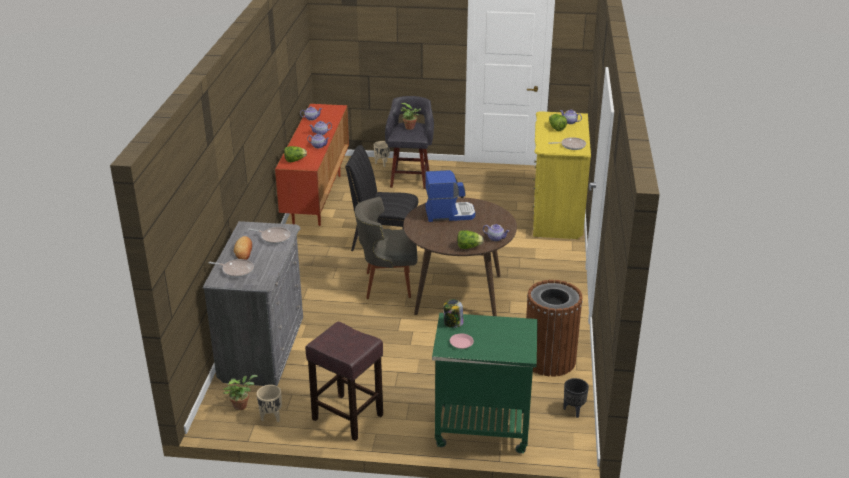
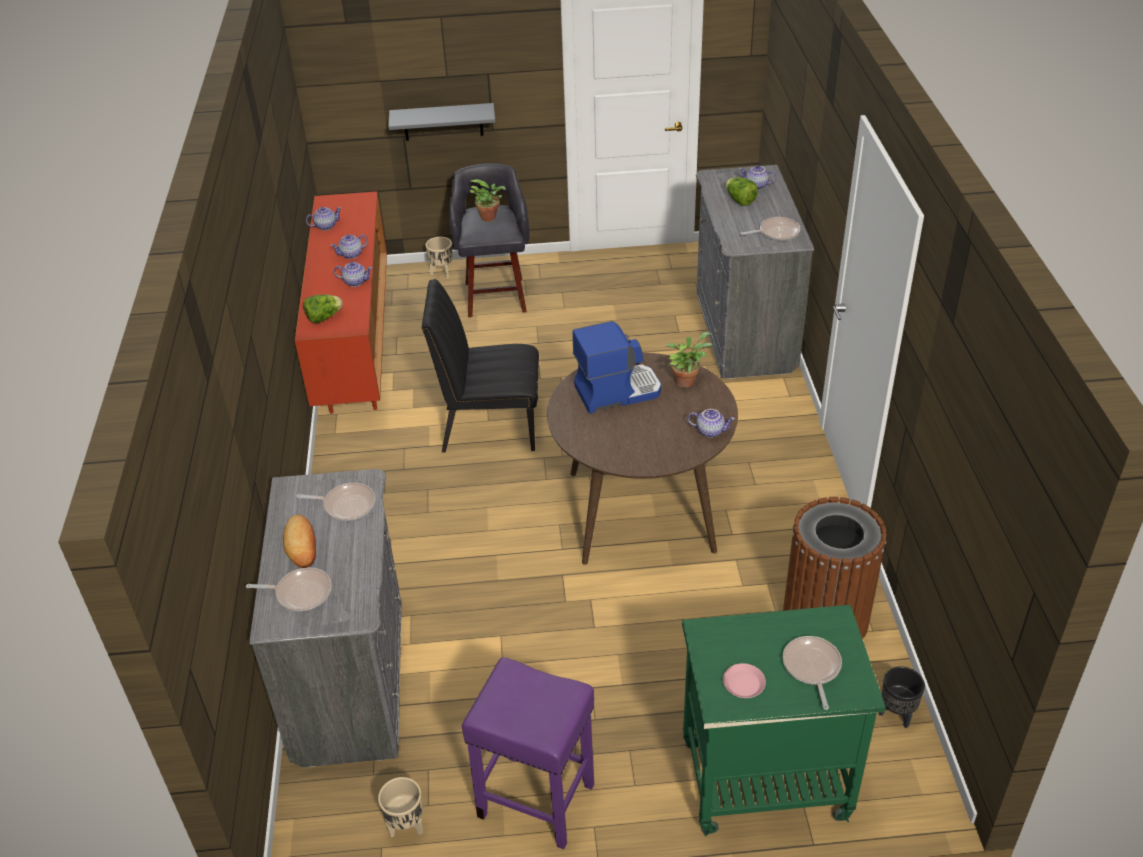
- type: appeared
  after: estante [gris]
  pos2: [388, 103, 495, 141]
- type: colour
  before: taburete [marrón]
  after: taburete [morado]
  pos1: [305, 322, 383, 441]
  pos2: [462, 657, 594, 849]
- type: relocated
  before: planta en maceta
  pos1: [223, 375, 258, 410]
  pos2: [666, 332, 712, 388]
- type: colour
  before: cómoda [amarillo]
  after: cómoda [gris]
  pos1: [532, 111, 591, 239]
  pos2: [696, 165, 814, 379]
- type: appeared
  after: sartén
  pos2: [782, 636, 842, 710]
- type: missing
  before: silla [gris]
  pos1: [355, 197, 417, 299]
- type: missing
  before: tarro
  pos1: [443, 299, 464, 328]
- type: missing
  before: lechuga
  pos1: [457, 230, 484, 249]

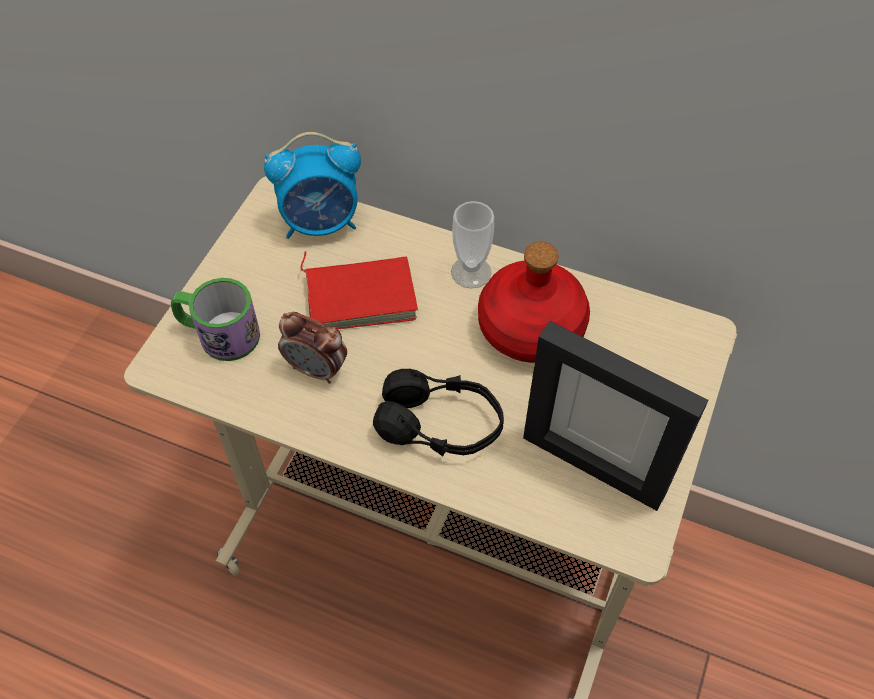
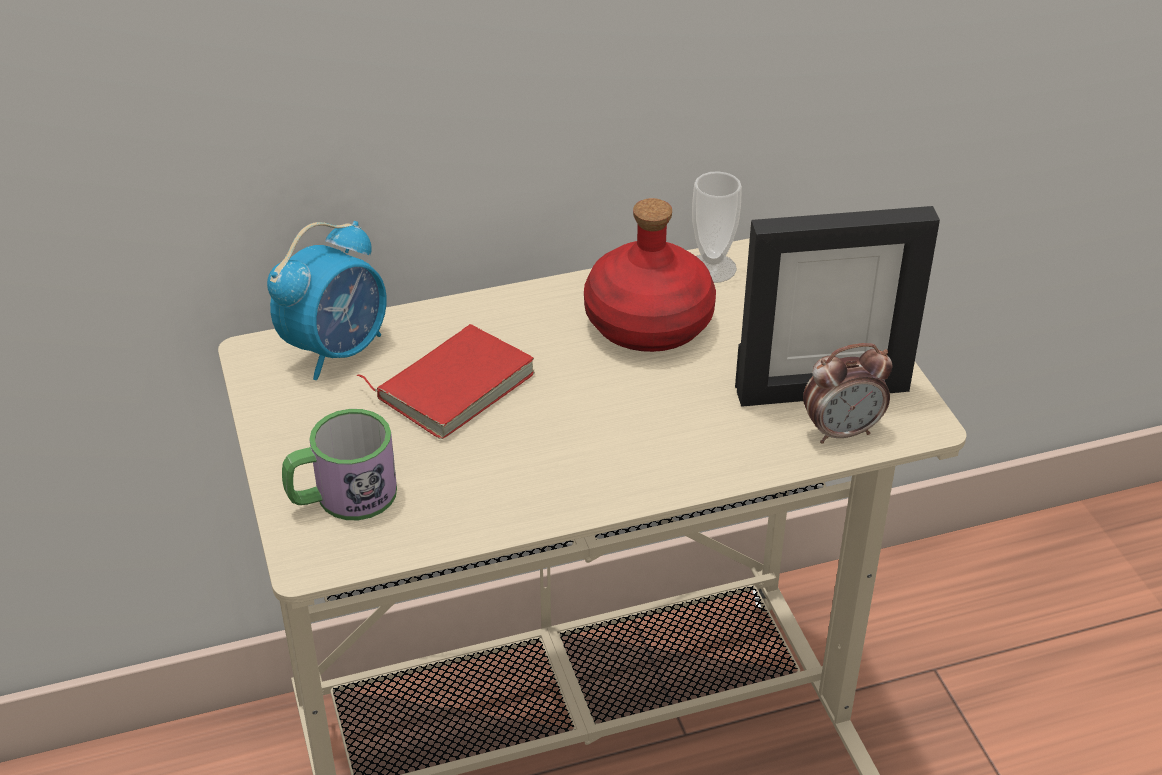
- type: relocated
  before: taza
  pos1: [451, 201, 494, 289]
  pos2: [692, 171, 742, 283]
- type: relocated
  before: despertador
  pos1: [278, 312, 347, 384]
  pos2: [803, 343, 893, 444]
- type: missing
  before: auriculares [negro]
  pos1: [373, 369, 504, 457]

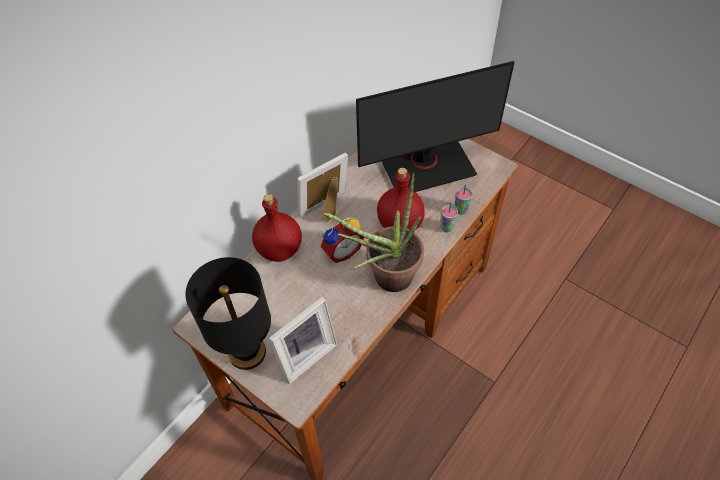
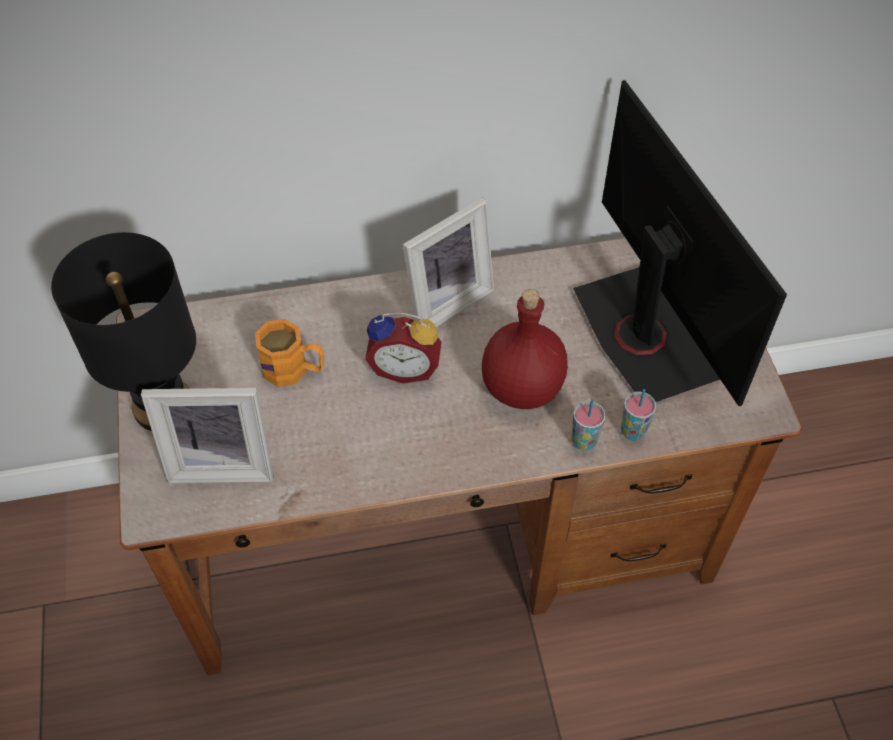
- type: appeared
  after: taza grande [naranja]
  pos2: [255, 319, 324, 387]
- type: spun
  before: portarretratos
  pos1: [297, 152, 348, 223]
  pos2: [403, 198, 494, 327]
  turn: 135
- type: spun
  before: monitor
  pos1: [356, 61, 514, 192]
  pos2: [573, 80, 787, 406]
  turn: -135
- type: missing
  before: botella [rojo]
  pos1: [252, 194, 302, 262]
- type: missing
  before: planta en maceta
  pos1: [323, 173, 424, 292]

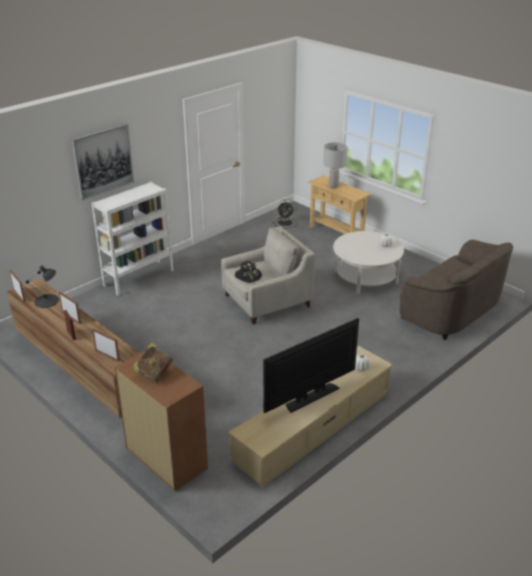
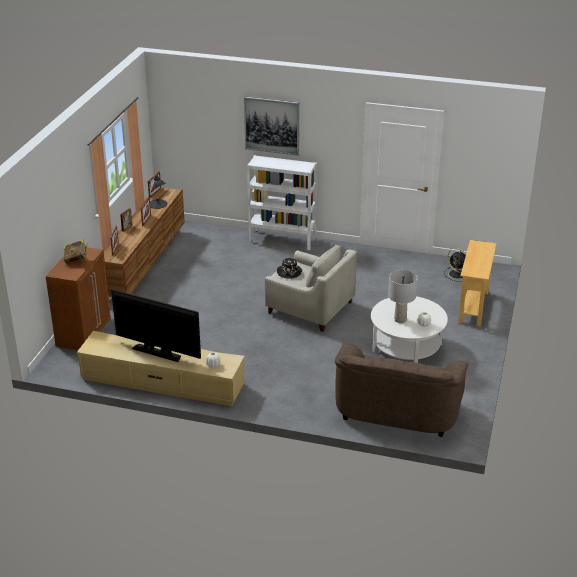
- type: relocated
  before: lámpara de mesa [gris]
  pos1: [323, 142, 348, 188]
  pos2: [388, 270, 418, 323]

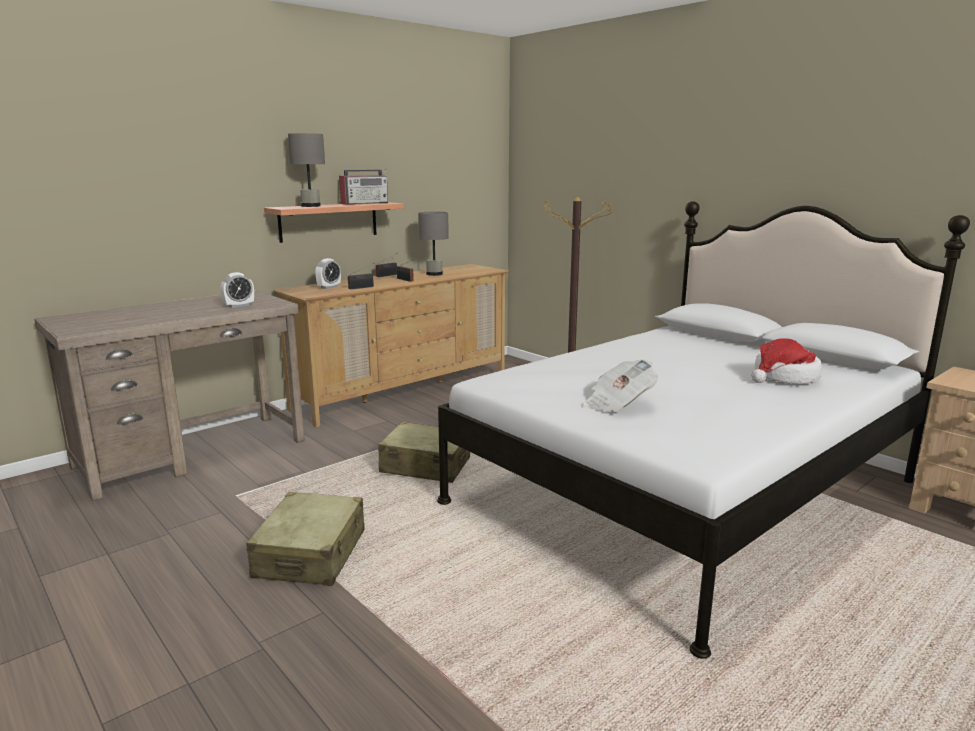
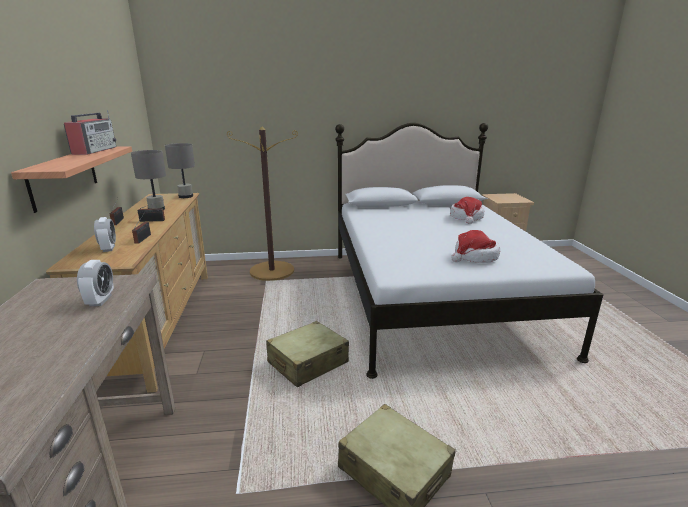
- type: relocated
  before: lámpara de mesa [gris]
  pos1: [288, 133, 325, 207]
  pos2: [165, 143, 195, 198]
- type: exchanged
  before: periódico
  after: sombrero
  pos1: [583, 360, 658, 412]
  pos2: [451, 230, 500, 263]

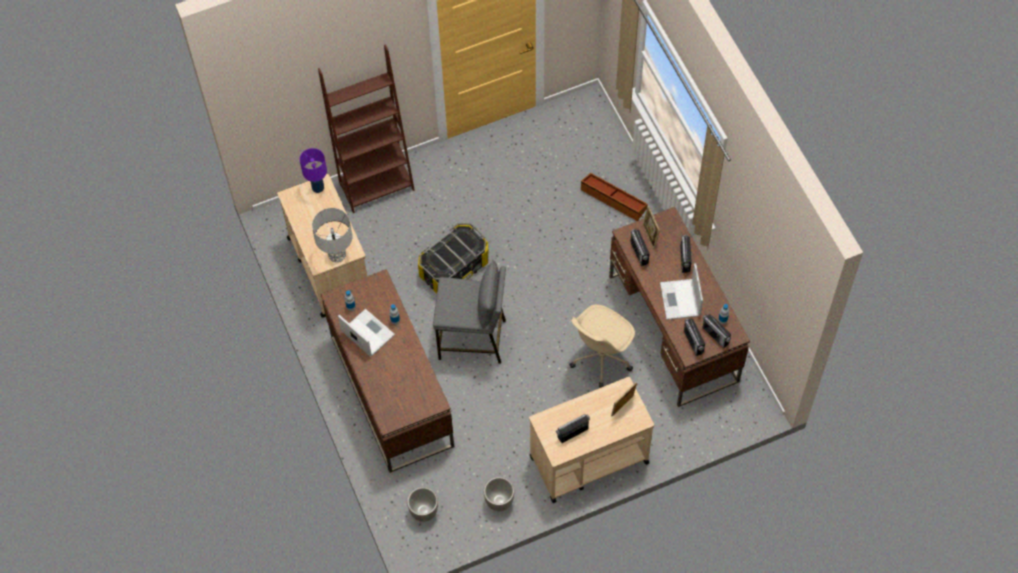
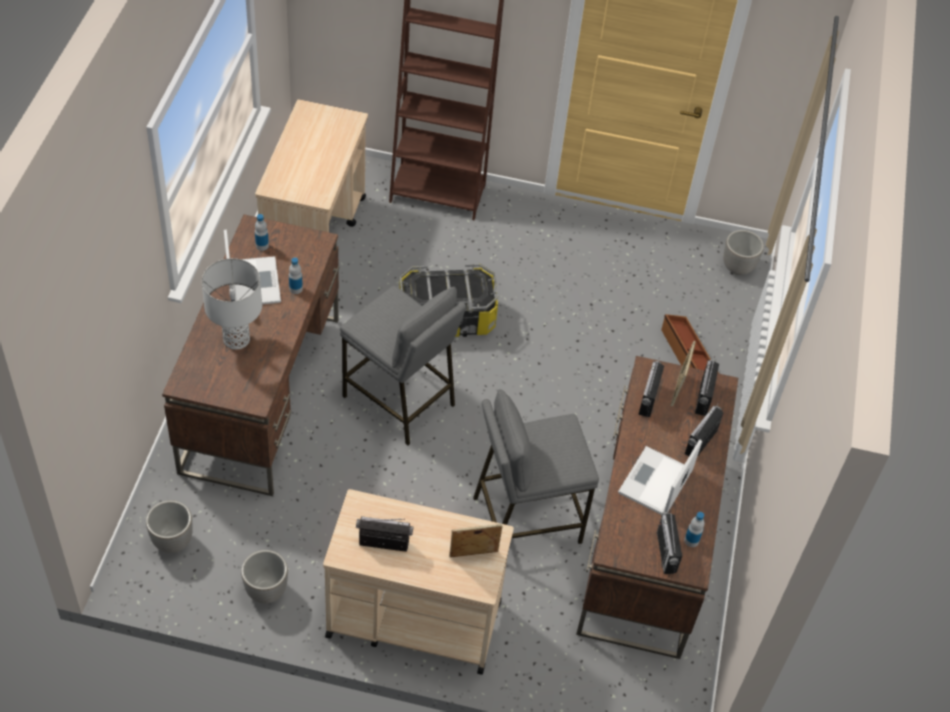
- type: relocated
  before: lámpara de mesa [blanco]
  pos1: [312, 208, 352, 262]
  pos2: [202, 258, 262, 350]
- type: exchanged
  before: silla de oficina [beis]
  after: taburete [gris]
  pos1: [570, 304, 635, 388]
  pos2: [473, 389, 599, 544]
- type: relocated
  before: radio
  pos1: [684, 318, 705, 356]
  pos2: [695, 356, 719, 416]
- type: appeared
  after: maceta
  pos2: [723, 230, 764, 275]
- type: missing
  before: lámpara de mesa [morado]
  pos1: [300, 148, 327, 193]

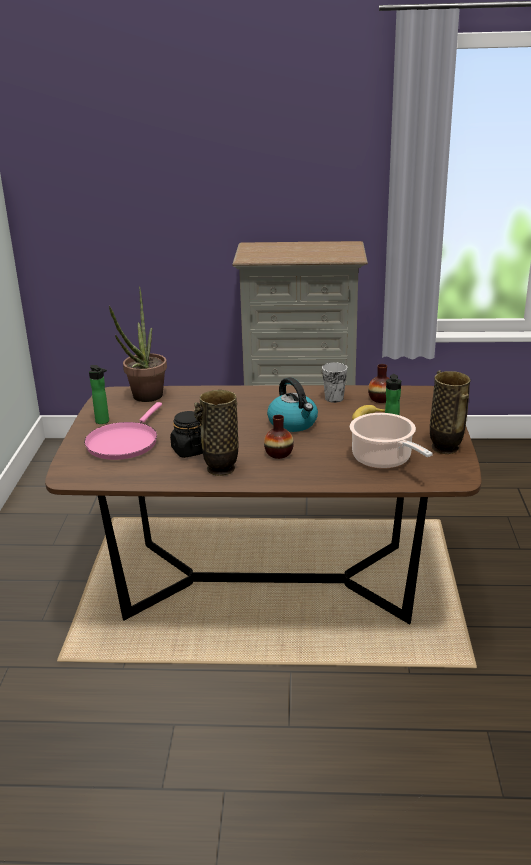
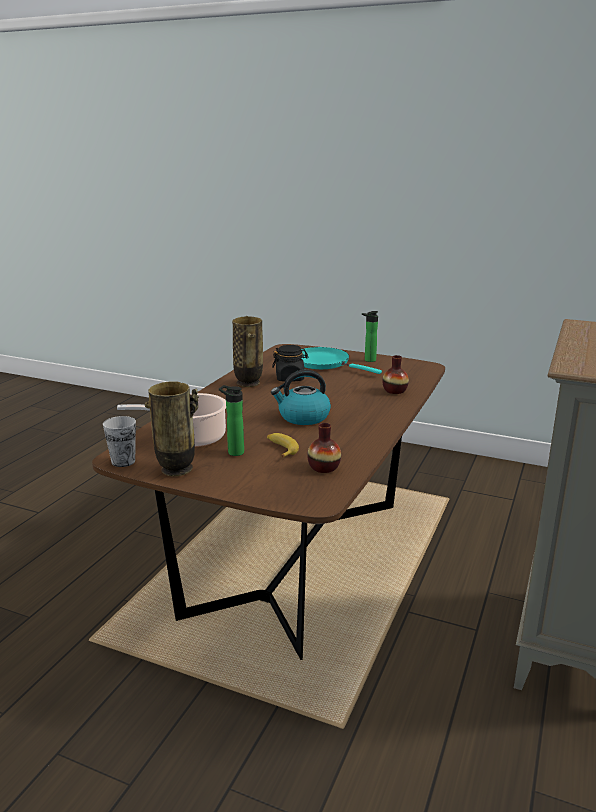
- type: relocated
  before: taza
  pos1: [322, 363, 347, 403]
  pos2: [103, 416, 136, 467]
- type: colour
  before: sartén [rosa]
  after: sartén [turquesa]
  pos1: [84, 402, 162, 460]
  pos2: [301, 347, 382, 374]
- type: relocated
  before: florero
  pos1: [264, 415, 294, 459]
  pos2: [382, 355, 409, 394]
- type: missing
  before: planta en maceta
  pos1: [109, 286, 167, 402]

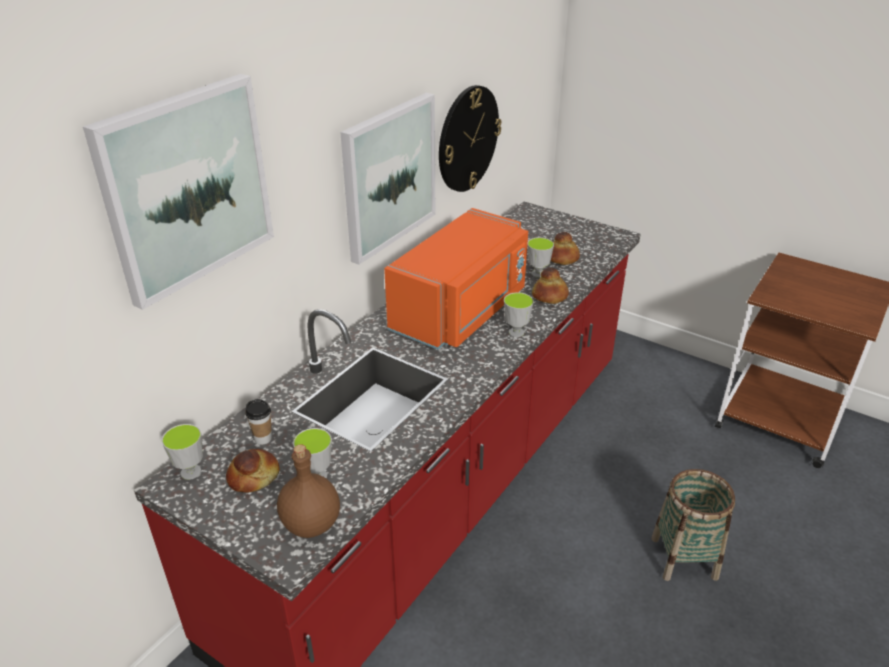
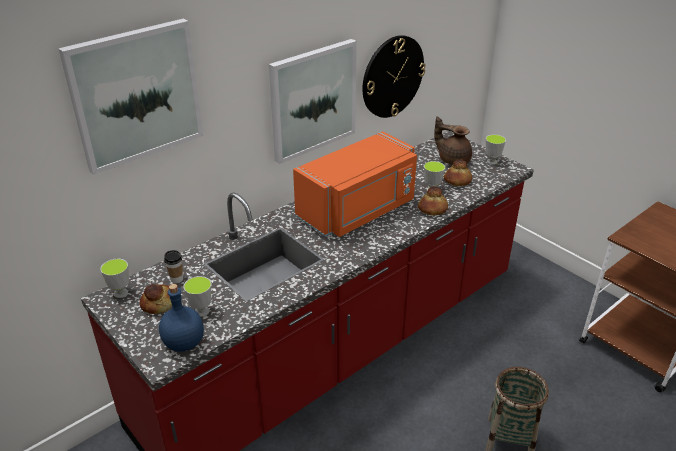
- type: colour
  before: botella [marrón]
  after: botella [azul]
  pos1: [277, 444, 340, 538]
  pos2: [159, 284, 204, 352]
- type: appeared
  after: tetera [marrón]
  pos2: [434, 116, 472, 165]
- type: relocated
  before: taza
  pos1: [504, 292, 534, 337]
  pos2: [486, 134, 506, 165]

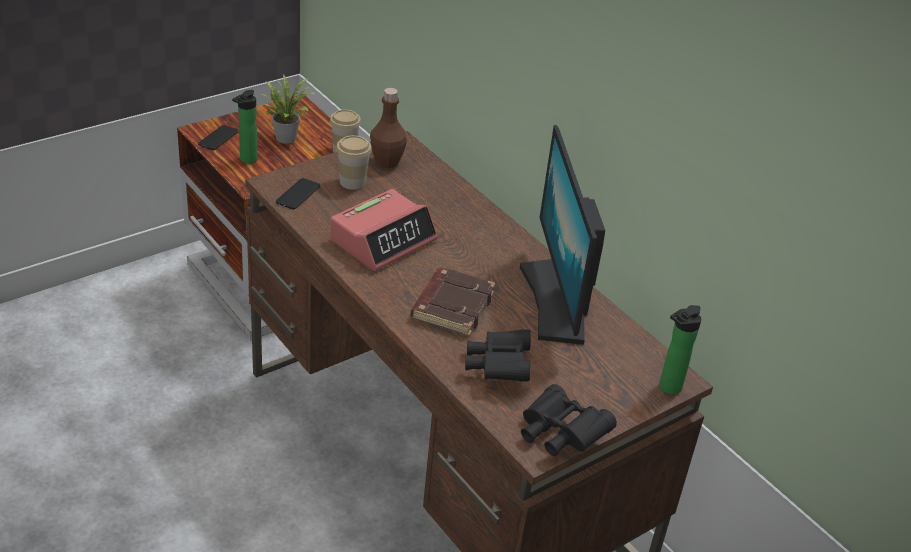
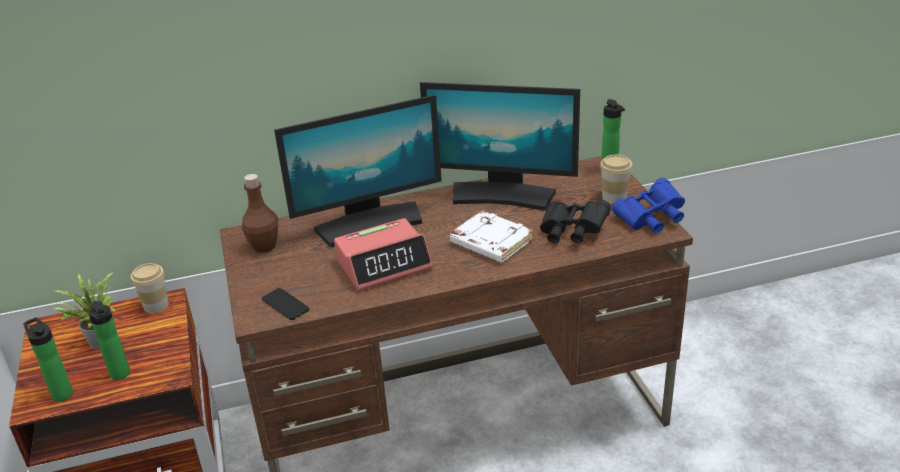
- type: exchanged
  before: móvil
  after: botella
  pos1: [198, 125, 238, 150]
  pos2: [23, 317, 73, 401]
- type: appeared
  after: monitor
  pos2: [274, 95, 442, 247]
- type: spun
  before: despertador
  pos1: [330, 189, 438, 271]
  pos2: [334, 218, 433, 291]
  turn: 90
- type: colour
  before: libro [marrón]
  after: libro [blanco]
  pos1: [410, 267, 495, 336]
  pos2: [450, 211, 533, 263]
- type: relocated
  before: taza
  pos1: [336, 135, 372, 190]
  pos2: [600, 155, 633, 204]
- type: colour
  before: prismáticos [negro]
  after: prismáticos [azul]
  pos1: [521, 384, 617, 456]
  pos2: [612, 178, 685, 233]

